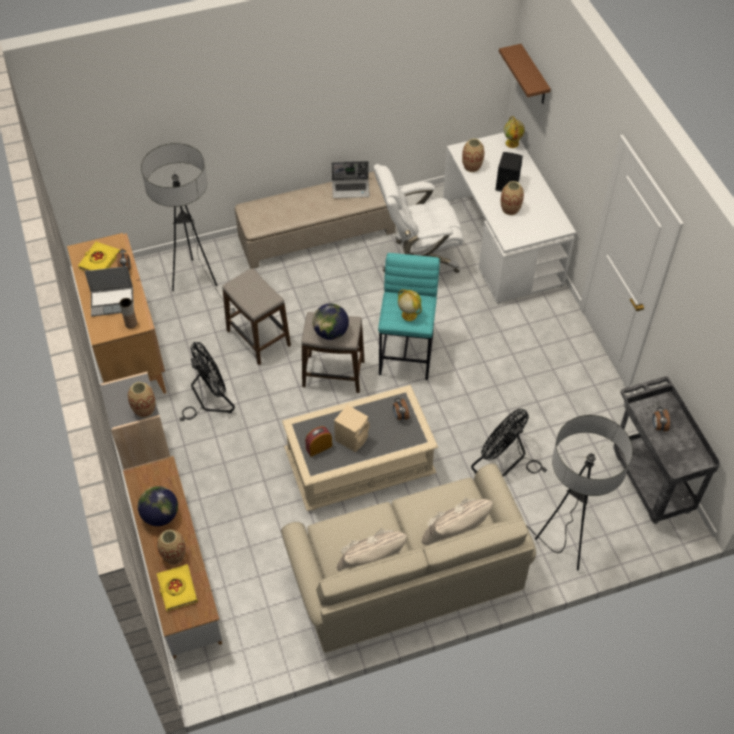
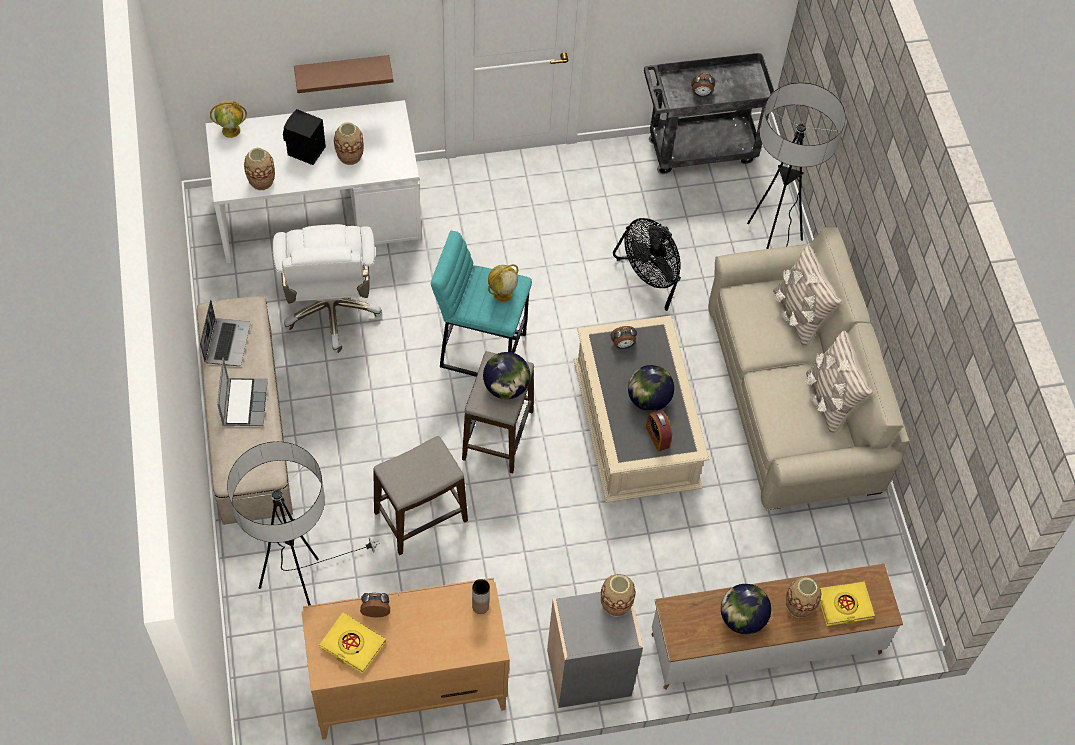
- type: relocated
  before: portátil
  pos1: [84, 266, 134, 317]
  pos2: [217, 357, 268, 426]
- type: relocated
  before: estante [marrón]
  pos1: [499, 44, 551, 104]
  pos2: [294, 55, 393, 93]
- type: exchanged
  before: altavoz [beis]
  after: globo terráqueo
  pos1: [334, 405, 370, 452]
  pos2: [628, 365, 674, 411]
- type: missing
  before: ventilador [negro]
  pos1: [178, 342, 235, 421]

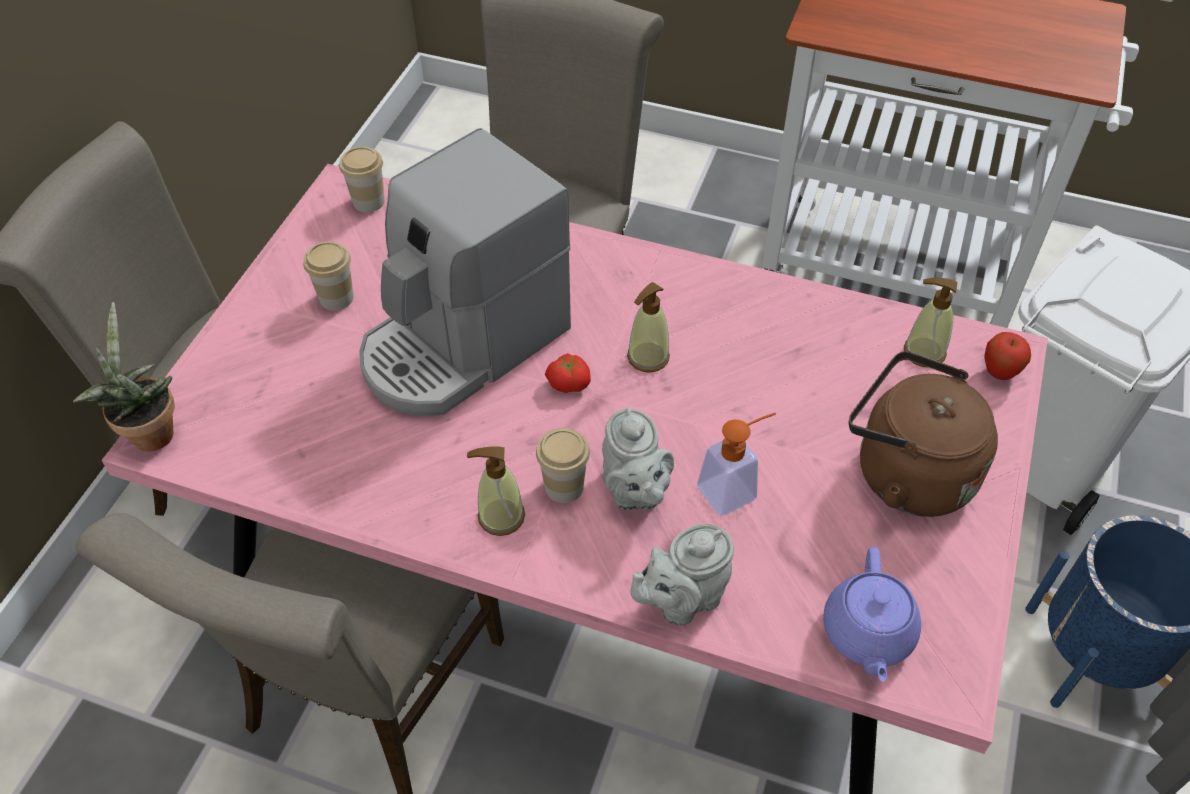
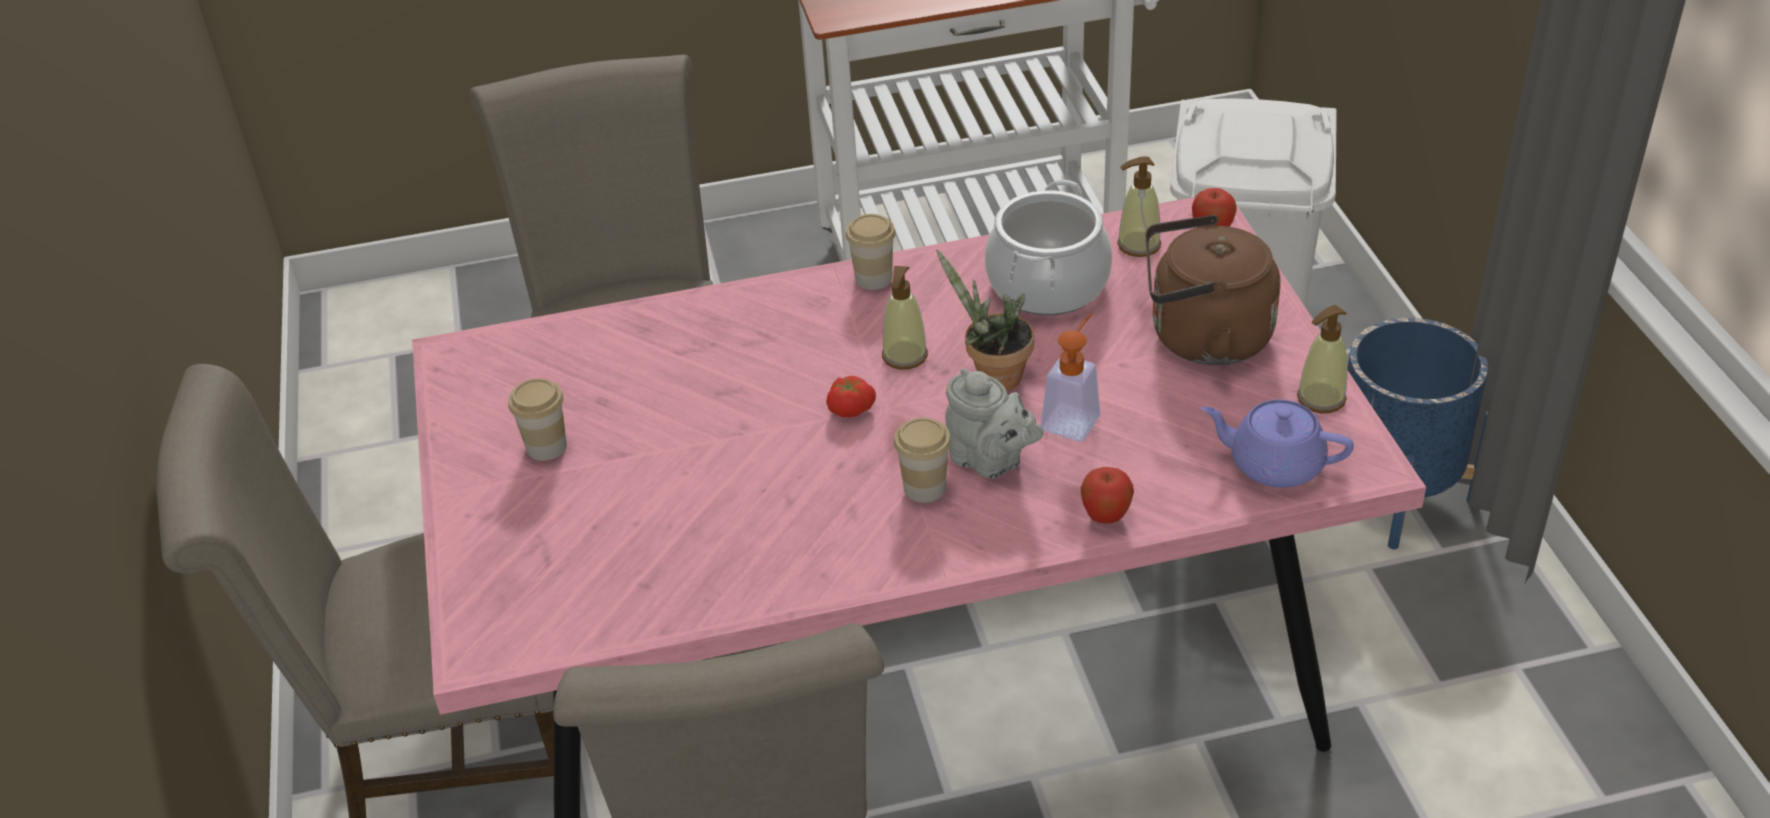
- type: relocated
  before: taza
  pos1: [339, 147, 385, 213]
  pos2: [846, 214, 896, 290]
- type: relocated
  before: planta en maceta
  pos1: [73, 302, 175, 451]
  pos2: [936, 249, 1034, 391]
- type: appeared
  after: olla
  pos2: [985, 180, 1112, 315]
- type: exchanged
  before: tetera [gris]
  after: manzana
  pos1: [630, 523, 734, 626]
  pos2: [1081, 467, 1134, 523]
- type: spun
  before: tetera [morado]
  pos1: [823, 547, 921, 682]
  pos2: [1201, 400, 1354, 488]
  turn: 135
- type: relocated
  before: dispensador de jabón
  pos1: [467, 446, 525, 536]
  pos2: [1297, 305, 1347, 413]
- type: missing
  before: cafetera
  pos1: [359, 128, 571, 416]

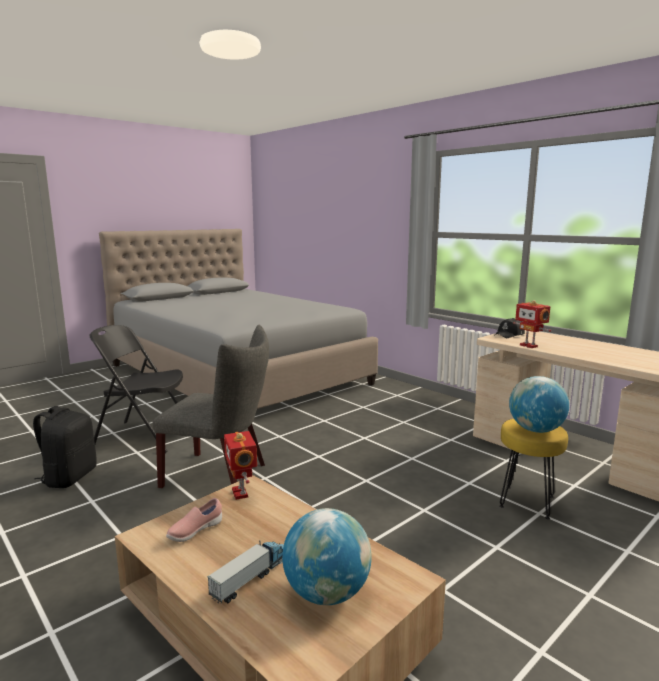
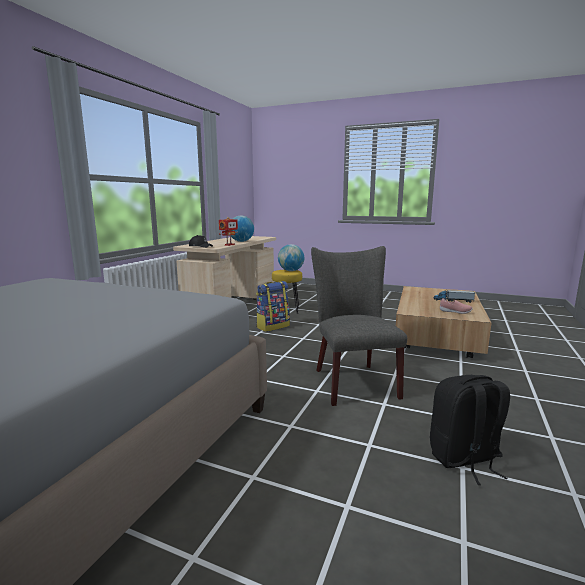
- type: relocated
  before: globo terráqueo
  pos1: [282, 508, 372, 605]
  pos2: [231, 215, 254, 242]
- type: appeared
  after: mochila
  pos2: [256, 281, 290, 332]
- type: missing
  before: silla [negro]
  pos1: [89, 325, 183, 453]
- type: missing
  before: robot de juguete
  pos1: [224, 431, 257, 500]

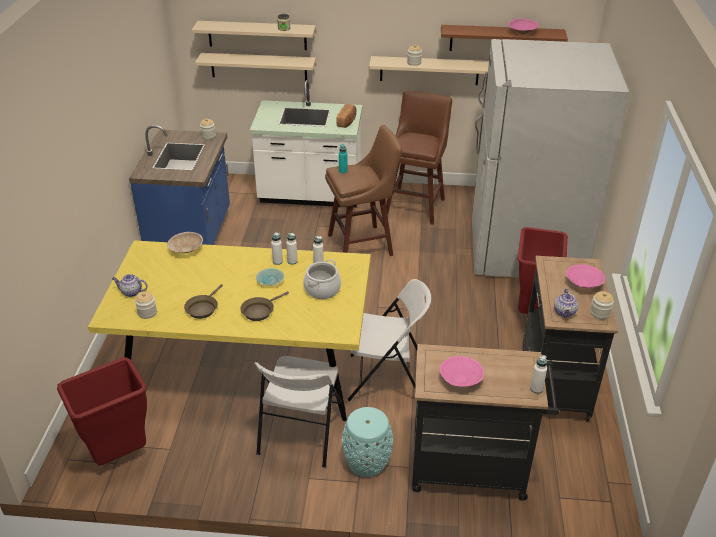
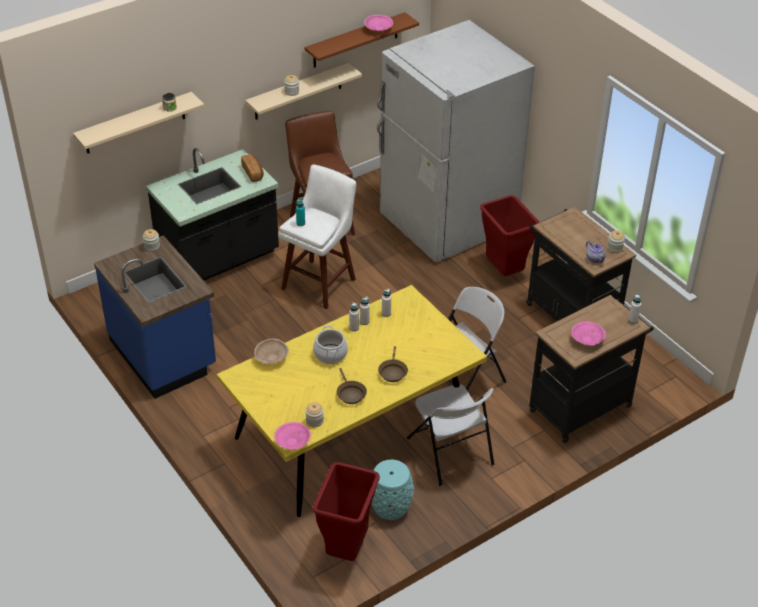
- type: colour
  before: mueble bajo de cocina [blanco]
  after: mueble bajo de cocina [negro]
  pos1: [250, 80, 362, 208]
  pos2: [146, 148, 279, 281]
- type: relocated
  before: cuenco [rosa]
  pos1: [566, 264, 605, 288]
  pos2: [274, 422, 311, 450]
- type: colour
  before: taburete [marrón]
  after: taburete [blanco]
  pos1: [325, 125, 402, 256]
  pos2: [278, 165, 356, 309]
- type: relocated
  before: olla
  pos1: [303, 259, 341, 299]
  pos2: [313, 325, 348, 364]
- type: relocated
  before: taburete [turquesa]
  pos1: [342, 407, 393, 477]
  pos2: [372, 460, 414, 520]
- type: missing
  before: tetera
  pos1: [112, 274, 148, 297]
- type: missing
  before: estante [beis]
  pos1: [195, 53, 316, 81]
- type: missing
  before: cuenco [turquesa]
  pos1: [256, 268, 284, 286]

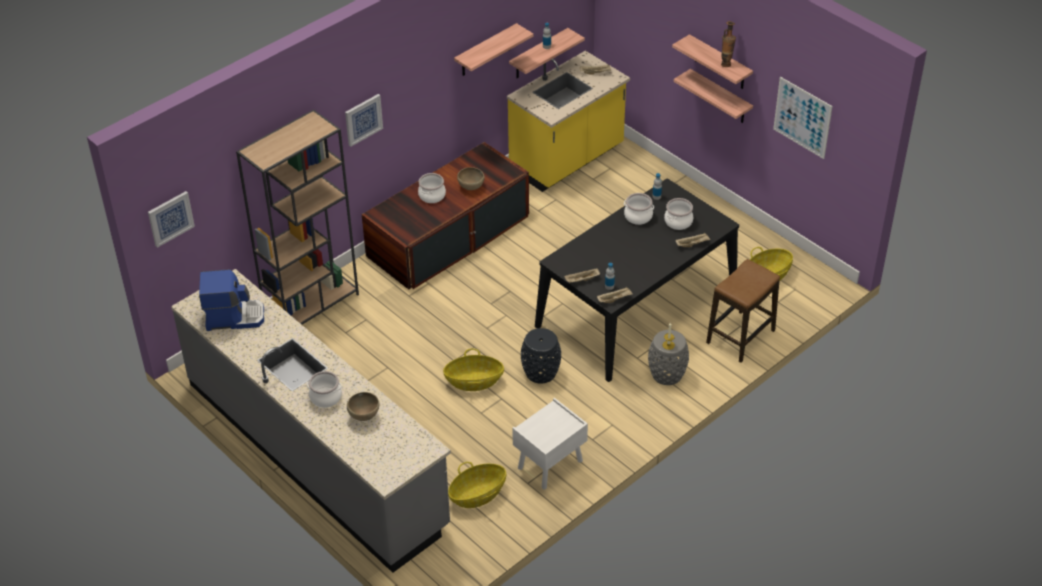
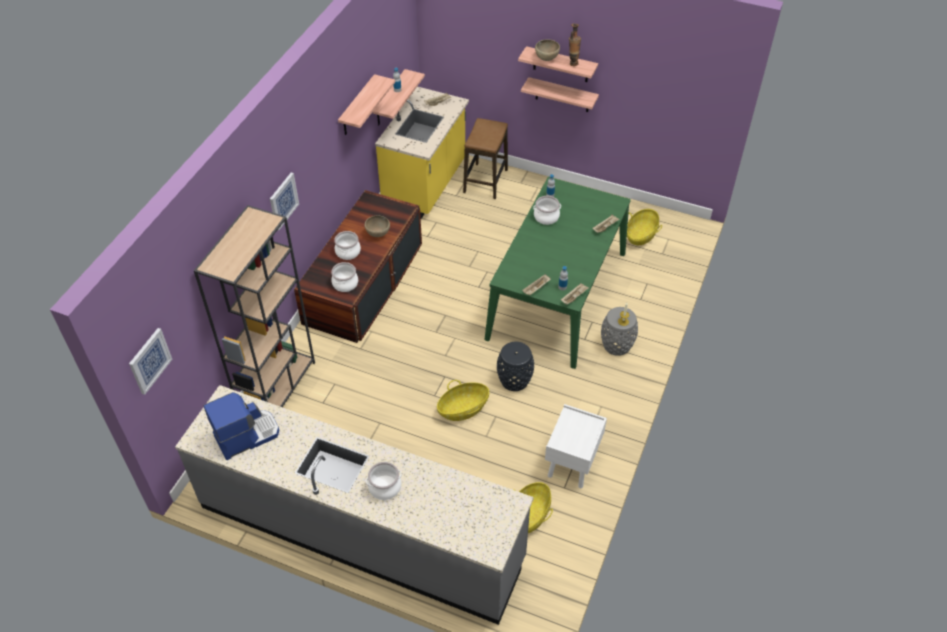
- type: relocated
  before: olla
  pos1: [664, 198, 693, 230]
  pos2: [331, 262, 358, 292]
- type: relocated
  before: taburete
  pos1: [706, 259, 780, 363]
  pos2: [463, 118, 508, 199]
- type: colour
  before: mesa de comedor [negro]
  after: mesa de comedor [verde]
  pos1: [535, 178, 739, 382]
  pos2: [484, 177, 631, 369]
- type: relocated
  before: cuenco [marrón]
  pos1: [347, 392, 379, 421]
  pos2: [535, 39, 560, 61]
- type: missing
  before: cuadro
  pos1: [773, 77, 833, 159]

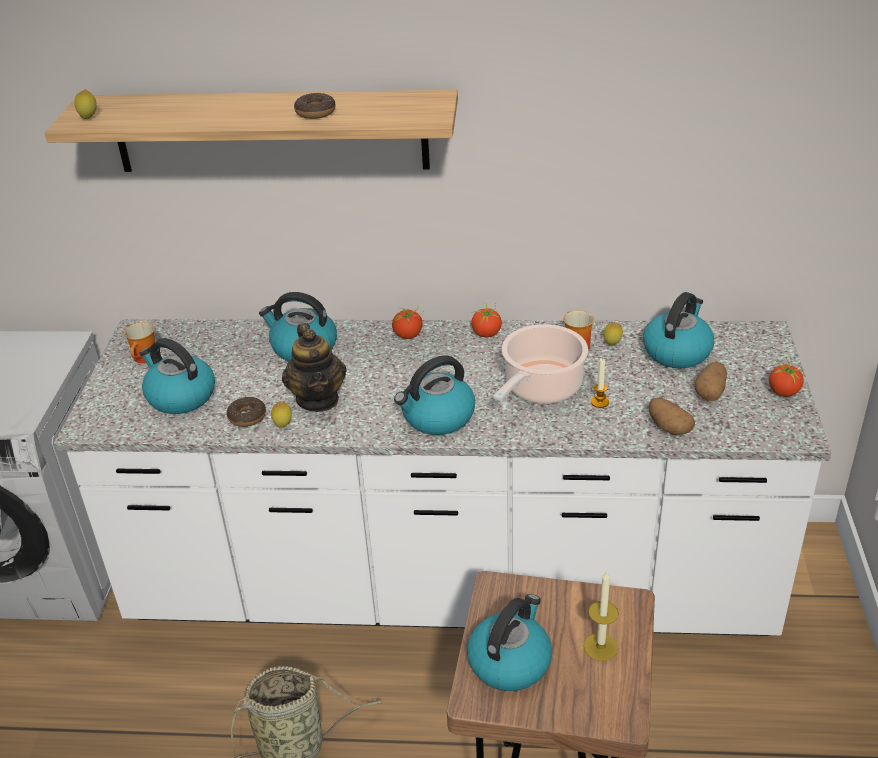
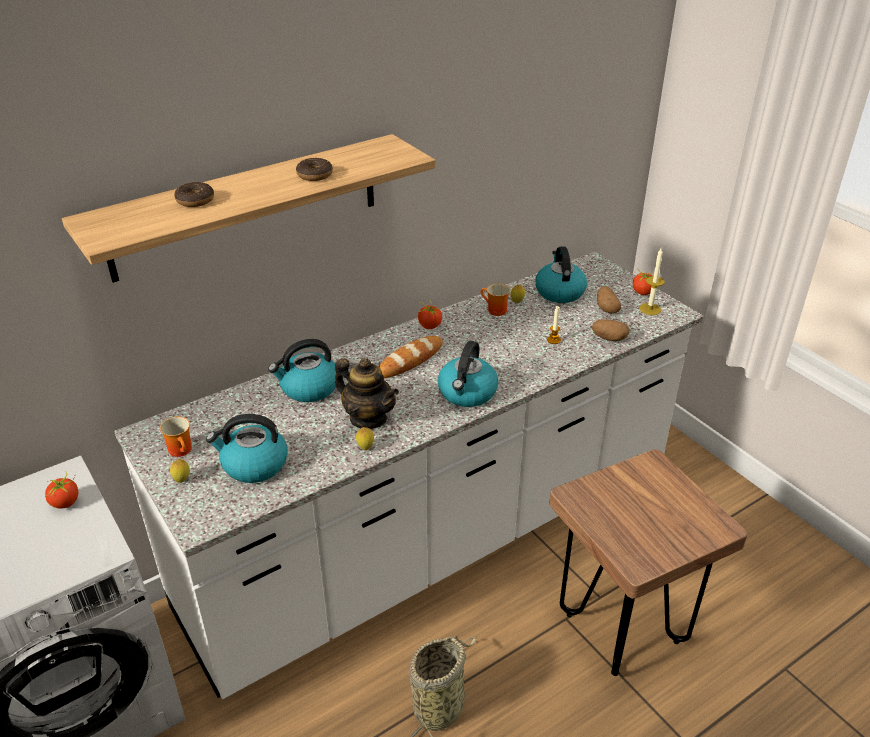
- type: relocated
  before: tomate
  pos1: [391, 305, 424, 339]
  pos2: [45, 471, 78, 508]
- type: relocated
  before: limón
  pos1: [74, 89, 97, 119]
  pos2: [170, 459, 190, 483]
- type: relocated
  before: rosquilla
  pos1: [227, 397, 266, 427]
  pos2: [174, 182, 214, 207]
- type: appeared
  after: pan
  pos2: [379, 336, 443, 378]
- type: relocated
  before: vela
  pos1: [584, 571, 619, 661]
  pos2: [639, 248, 665, 315]
- type: missing
  before: hervidor
  pos1: [467, 594, 552, 691]
- type: missing
  before: olla
  pos1: [493, 324, 588, 404]

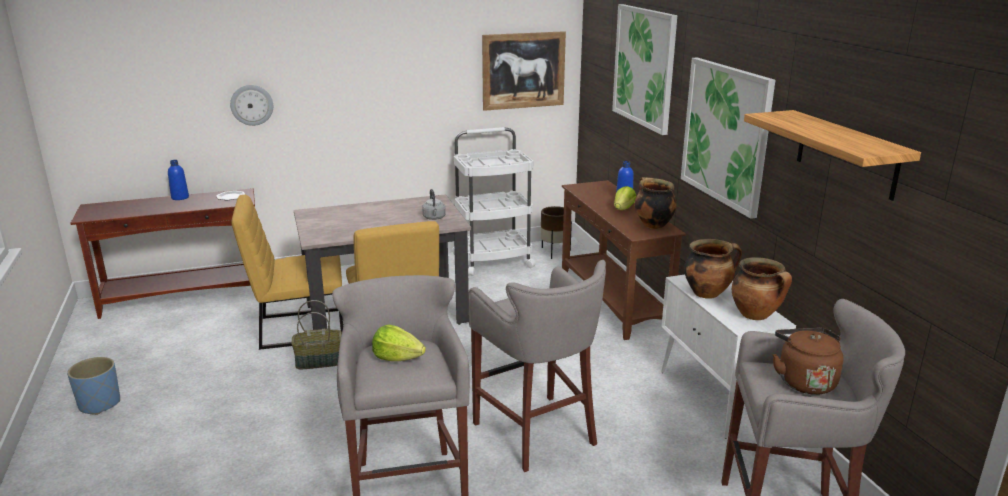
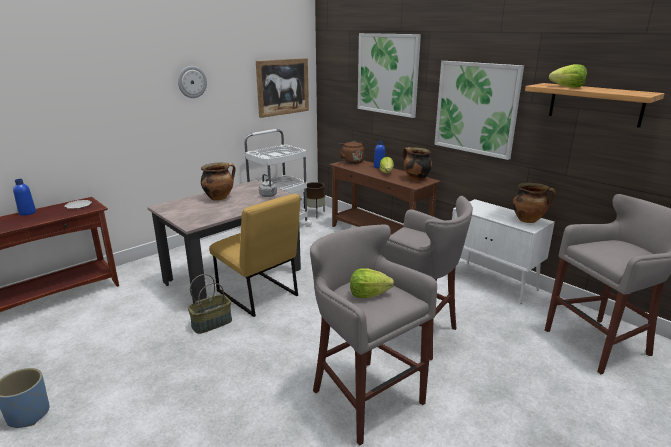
- type: relocated
  before: reloj de pared
  pos1: [230, 85, 273, 126]
  pos2: [178, 66, 207, 98]
- type: relocated
  before: olla
  pos1: [684, 239, 742, 299]
  pos2: [201, 162, 236, 201]
- type: relocated
  before: hervidor [marrón]
  pos1: [772, 328, 844, 395]
  pos2: [338, 141, 364, 164]
- type: appeared
  after: lechuga
  pos2: [549, 64, 587, 88]
- type: missing
  before: silla [amarillo]
  pos1: [232, 194, 343, 350]

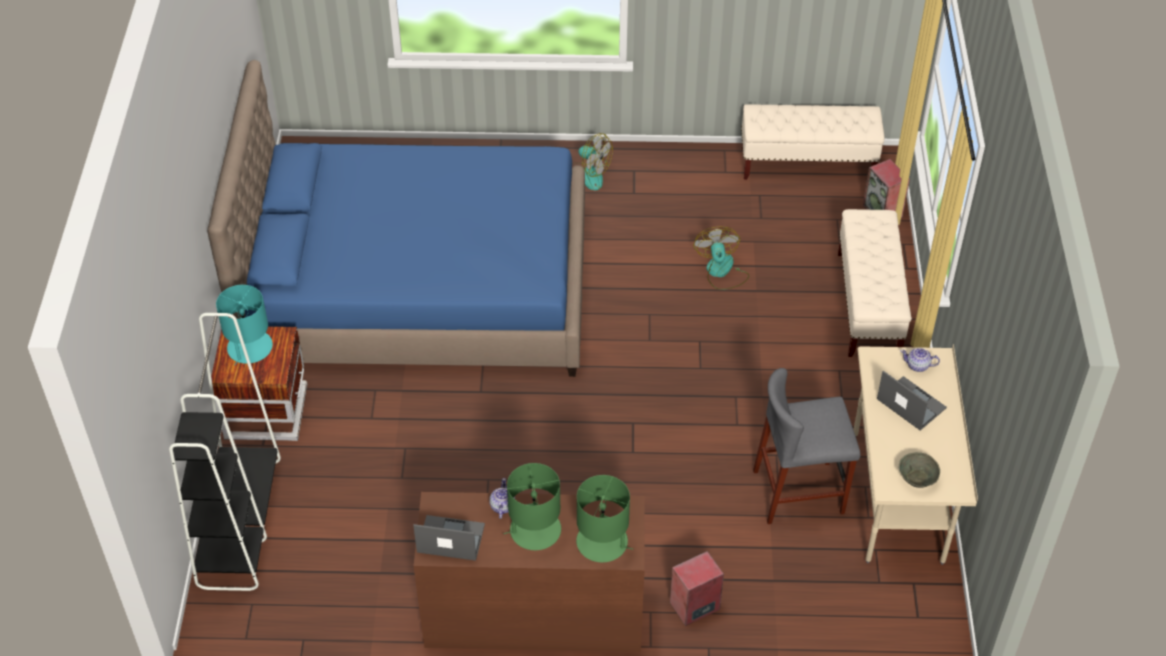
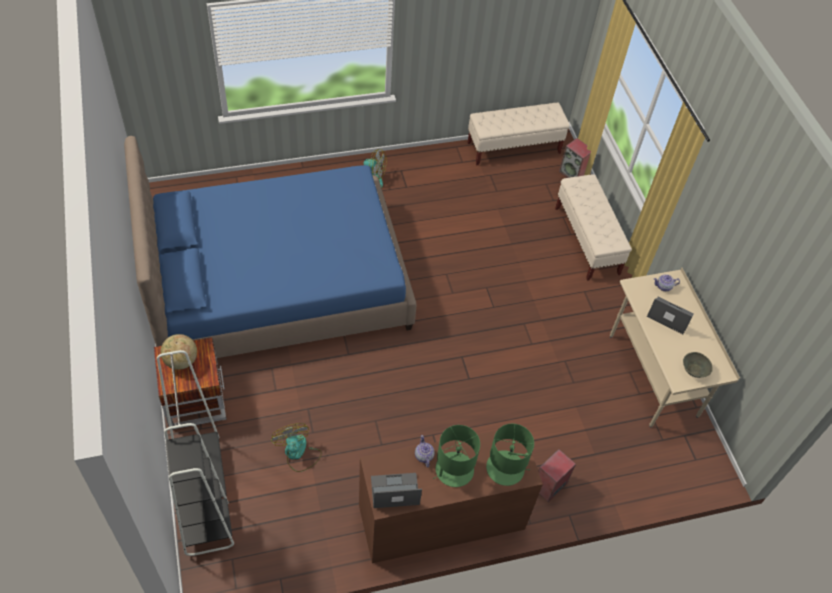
- type: exchanged
  before: lámpara de mesa [turquesa]
  after: globo terráqueo
  pos1: [216, 285, 273, 366]
  pos2: [160, 334, 197, 370]
- type: relocated
  before: ventilador
  pos1: [694, 227, 749, 290]
  pos2: [271, 423, 322, 472]
- type: missing
  before: taburete [gris]
  pos1: [753, 368, 861, 524]

